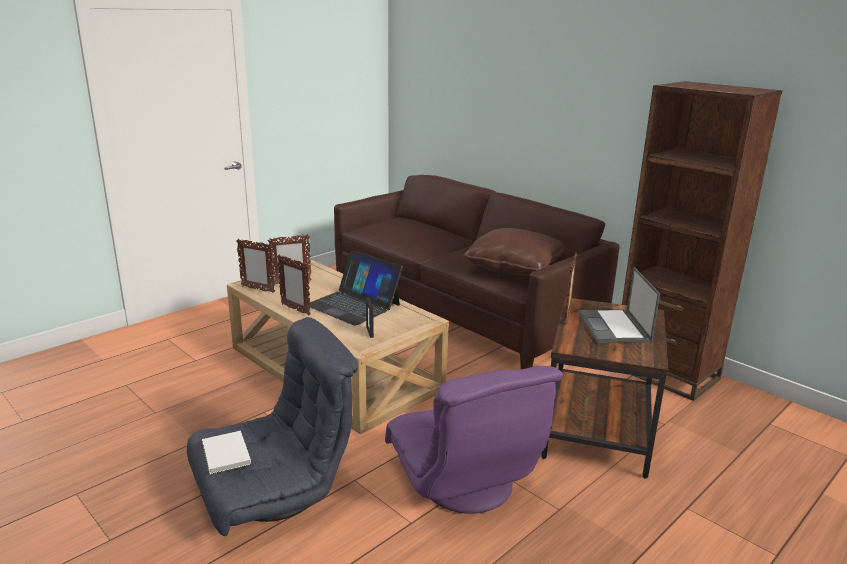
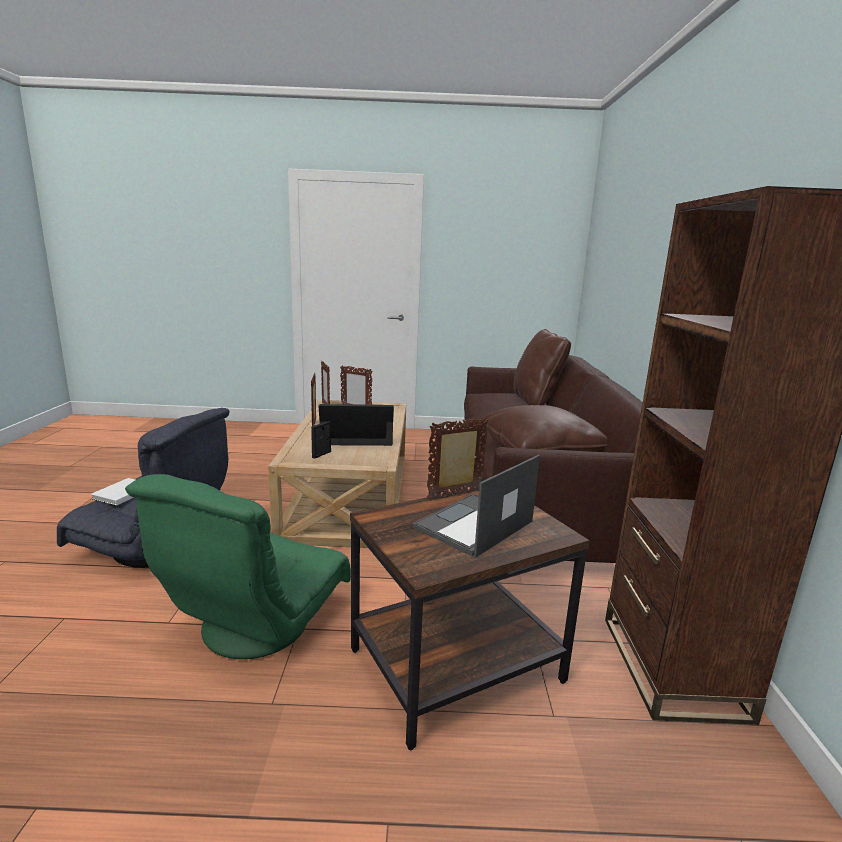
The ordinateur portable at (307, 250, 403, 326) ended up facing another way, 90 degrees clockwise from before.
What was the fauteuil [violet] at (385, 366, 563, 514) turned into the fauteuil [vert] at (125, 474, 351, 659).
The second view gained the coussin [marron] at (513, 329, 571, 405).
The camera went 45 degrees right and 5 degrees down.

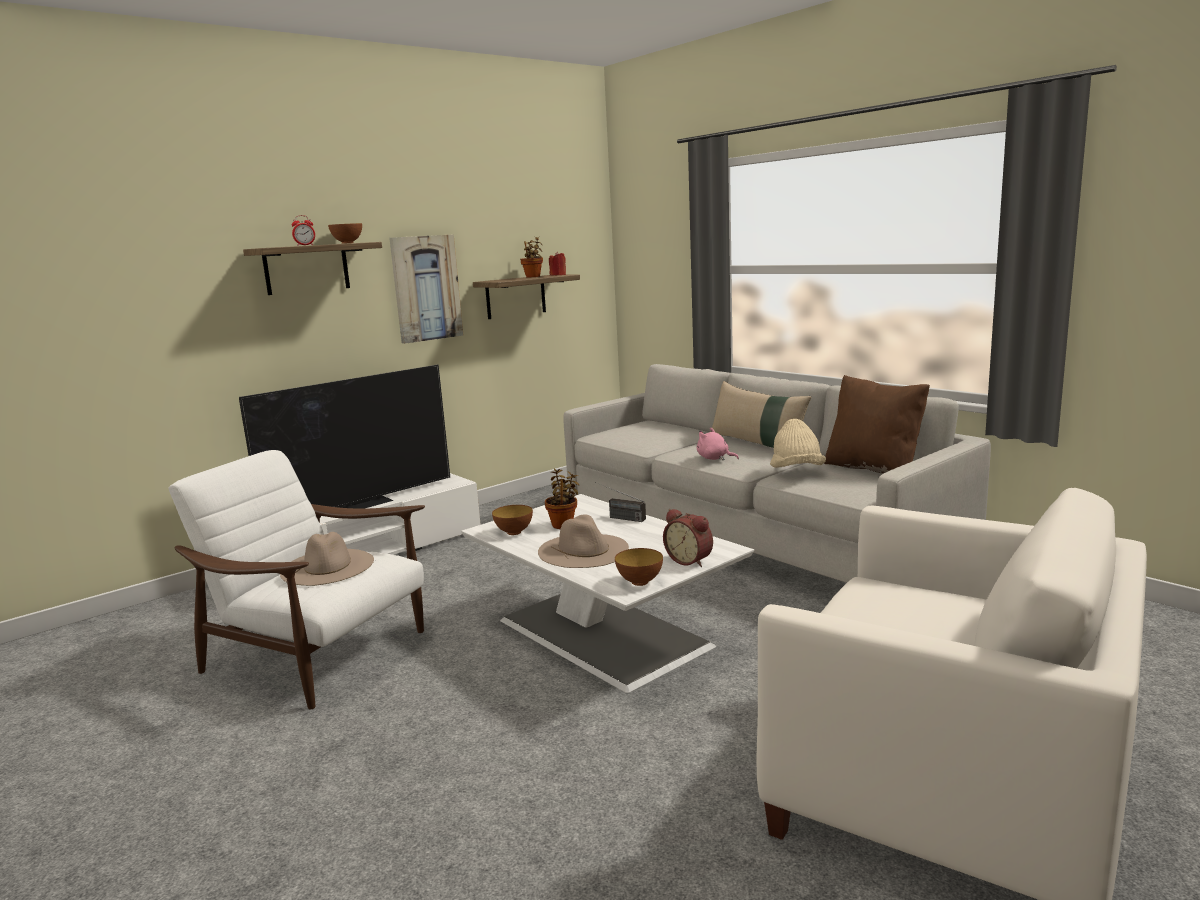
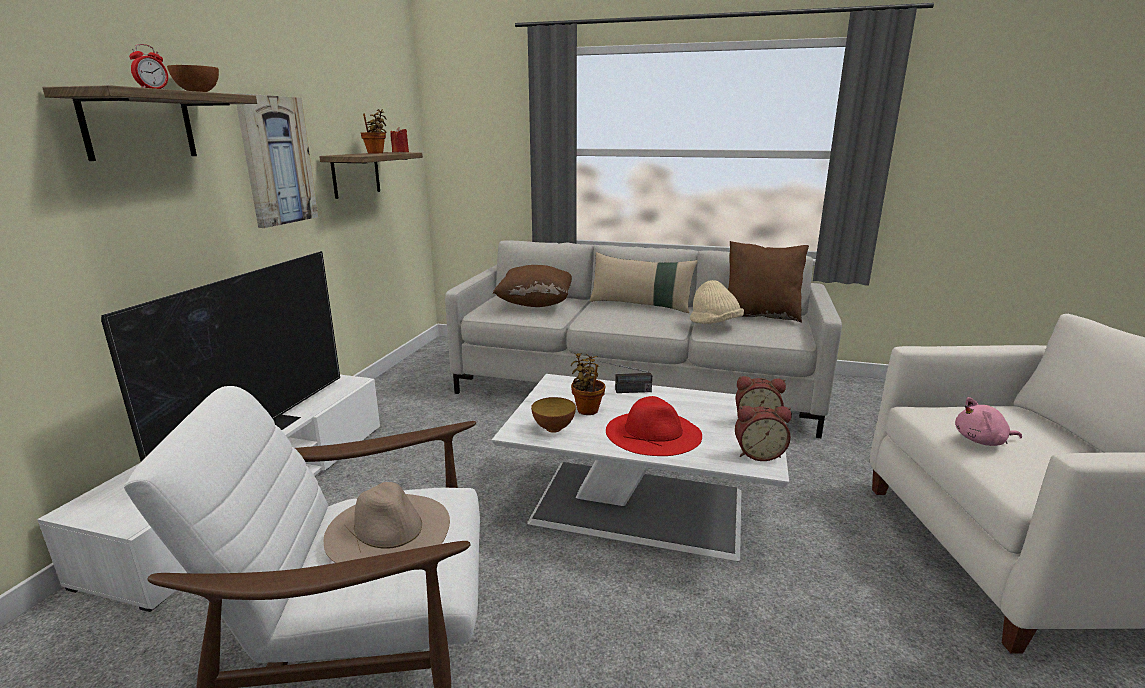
What was the chapeau [beige] at (538, 514, 629, 568) turned into the chapeau [rouge] at (606, 396, 702, 456).
Where the bol stood at (615, 548, 663, 586), the réveil came to stand at (735, 406, 792, 461).
The peluche [rose] ended up elsewhere, having gone from (697, 427, 739, 460) to (955, 397, 1022, 446).
The second view gained the coussin [marron] at (493, 265, 572, 307).
The camera went 35 degrees left and 5 degrees up.

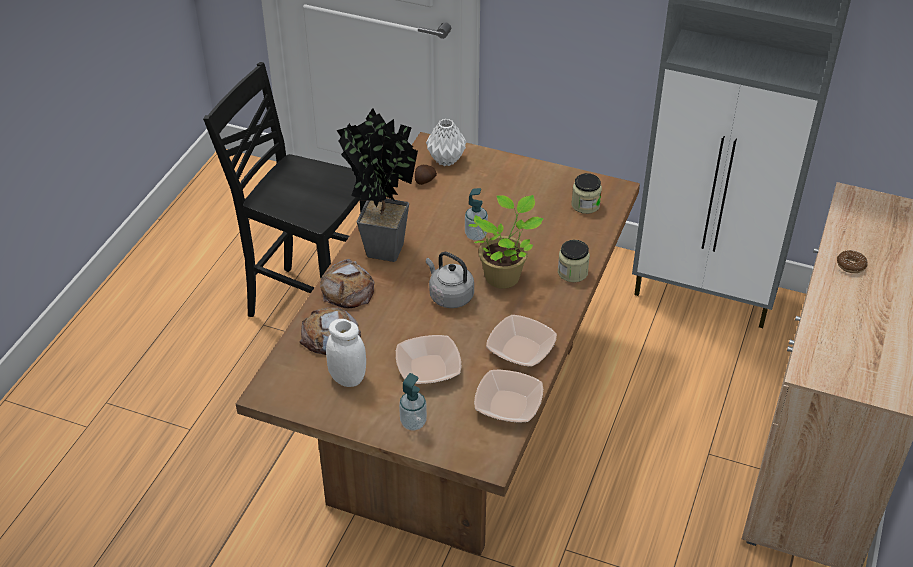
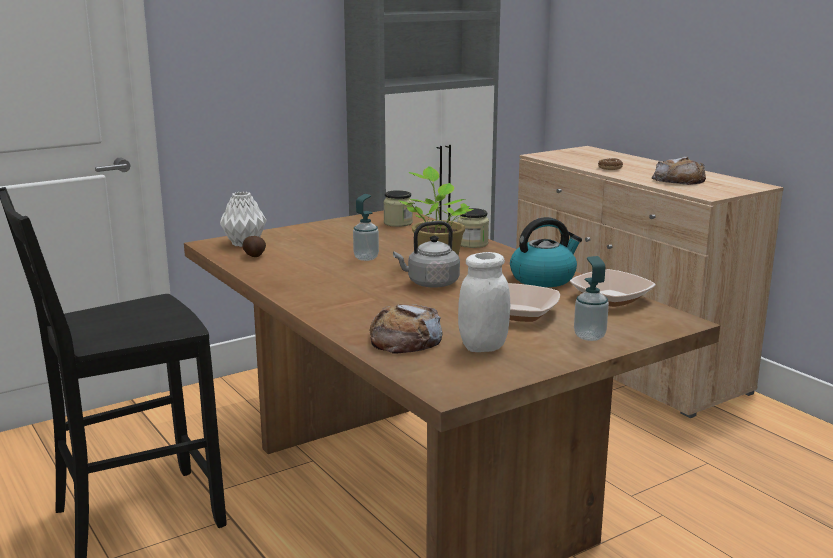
The pain ended up elsewhere, having gone from (320, 259, 374, 308) to (652, 156, 706, 185).
The second view lost the plante en pot at (337, 108, 418, 262).
Where the bol stood at (486, 315, 557, 367), the bouilloire came to stand at (510, 217, 582, 287).
The camera went 55 degrees left and 25 degrees down.

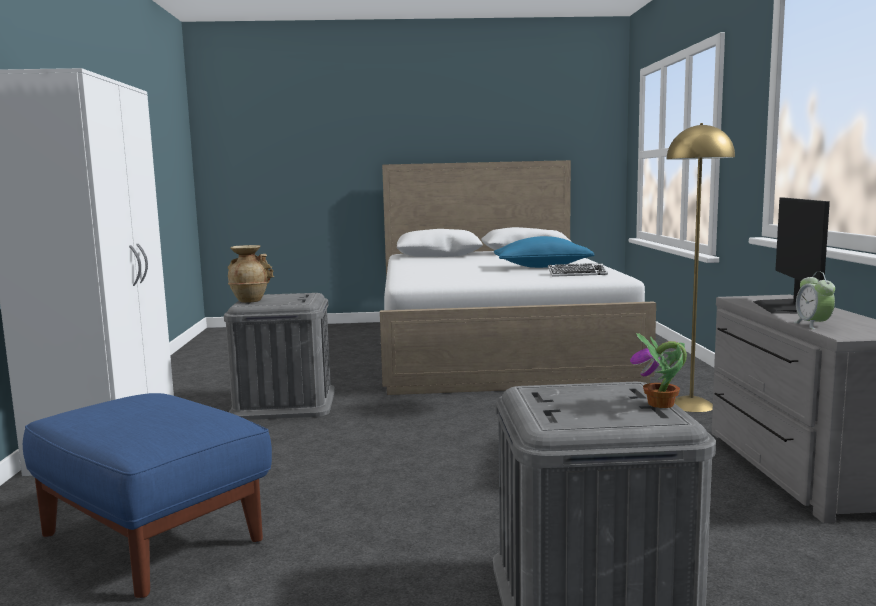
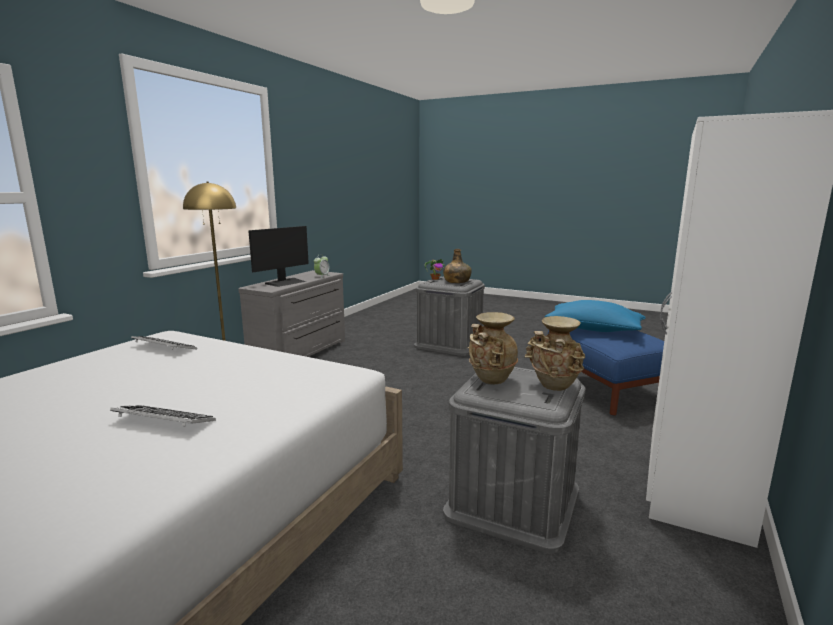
The coussin [bleu] ended up elsewhere, having gone from (494, 236, 594, 268) to (545, 300, 645, 332).
The second view gained the clavier at (110, 405, 216, 426).
The second view gained the bouteille [vert] at (443, 249, 472, 283).
The second view gained the vase [beige] at (467, 312, 518, 384).
The camera went 150 degrees left and 5 degrees up.

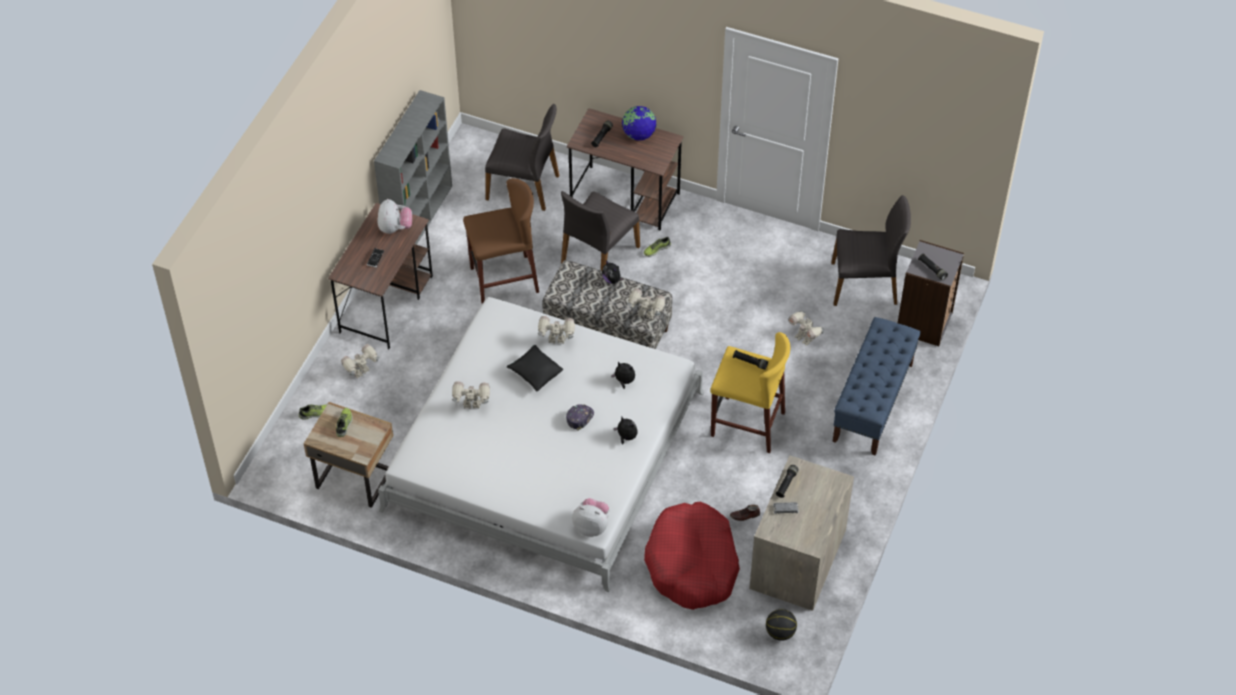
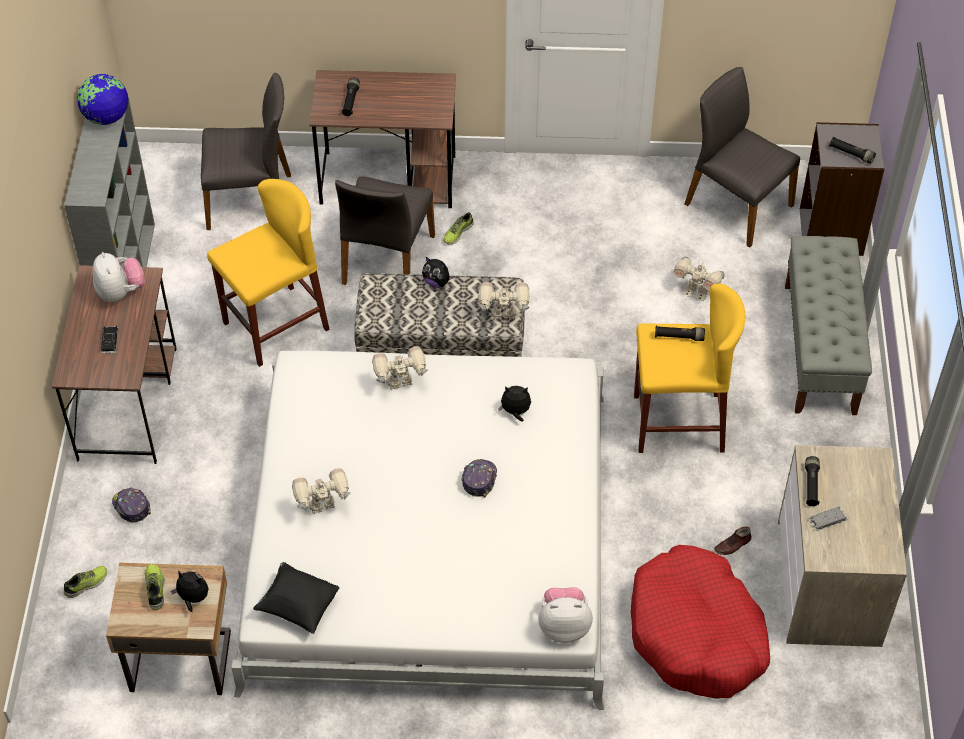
Where the robot jouet stood at (341, 344, 379, 378), the casquette came to stand at (112, 487, 151, 522).
What was the tabouret [marron] at (463, 178, 539, 304) turned into the tabouret [jaune] at (207, 179, 330, 367).
The coussin [noir] ended up elsewhere, having gone from (507, 345, 563, 392) to (253, 562, 339, 634).
The peluche ended up elsewhere, having gone from (614, 417, 637, 445) to (171, 571, 208, 612).
The globe ended up elsewhere, having gone from (622, 106, 656, 141) to (77, 74, 129, 125).
The second view lost the ballon de basket at (766, 609, 797, 641).
The chaise [gris] at (831, 195, 911, 306) ended up facing another way, 120 degrees counterclockwise from before.
What was the banc [bleu] at (833, 317, 921, 456) turned into the banc [gris] at (785, 236, 872, 415).
The camera went 20 degrees left and 0 degrees up.

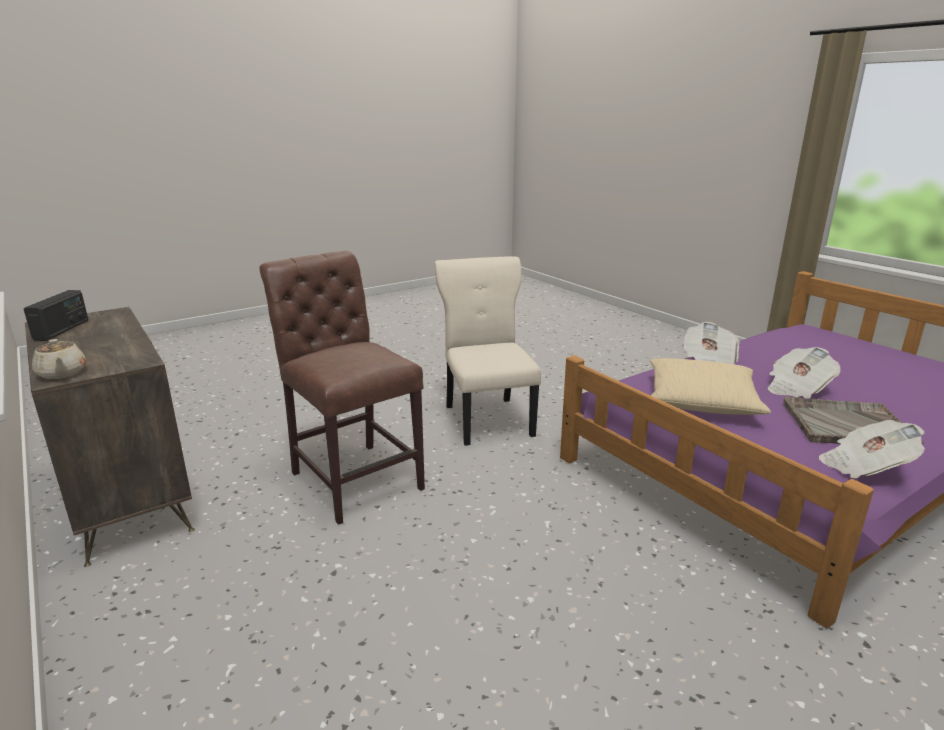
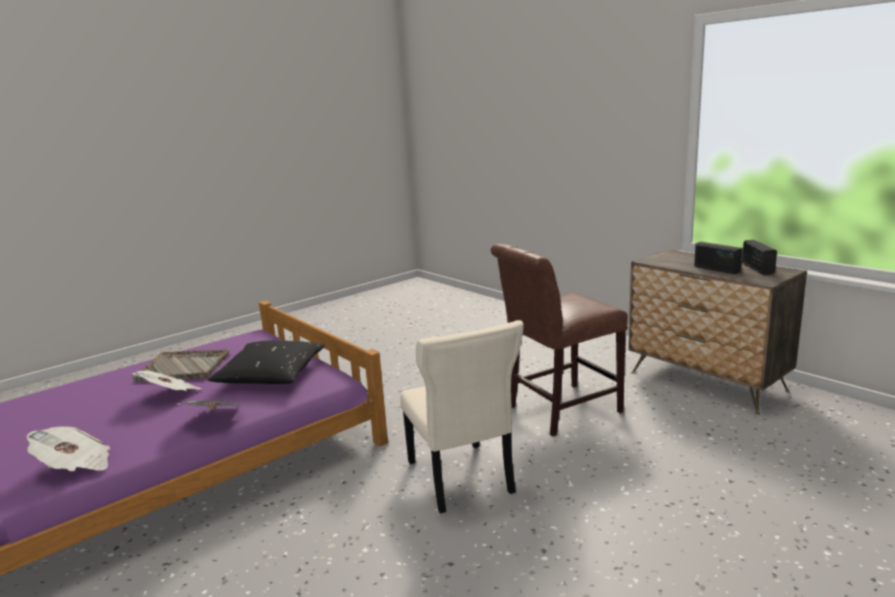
The second view lost the théière [beige] at (32, 339, 86, 379).
The chaise [marron] at (259, 251, 425, 525) ended up facing another way, 105 degrees clockwise from before.
What was the coussin [beige] at (650, 358, 771, 415) turned into the coussin [noir] at (208, 340, 325, 384).
The journal ended up elsewhere, having gone from (819, 420, 925, 479) to (27, 426, 110, 471).
The second view gained the radio at (694, 242, 743, 274).
The camera went 175 degrees right and 5 degrees down.

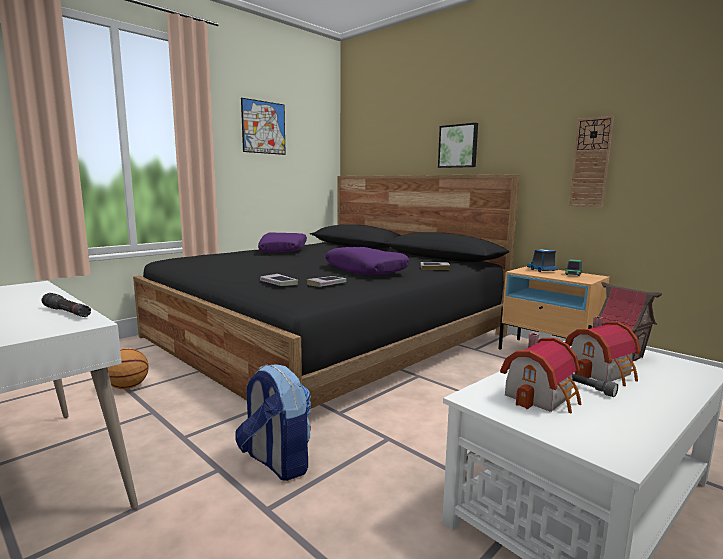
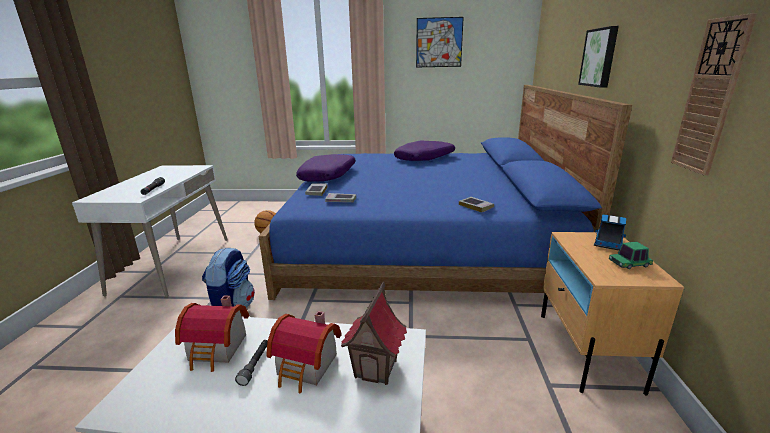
What was the lit [noir] at (133, 174, 520, 409) turned into the lit [bleu] at (259, 85, 632, 300).
The coussin [violet] ended up elsewhere, having gone from (325, 247, 409, 275) to (296, 154, 355, 181).
The camera went 50 degrees right and 10 degrees up.

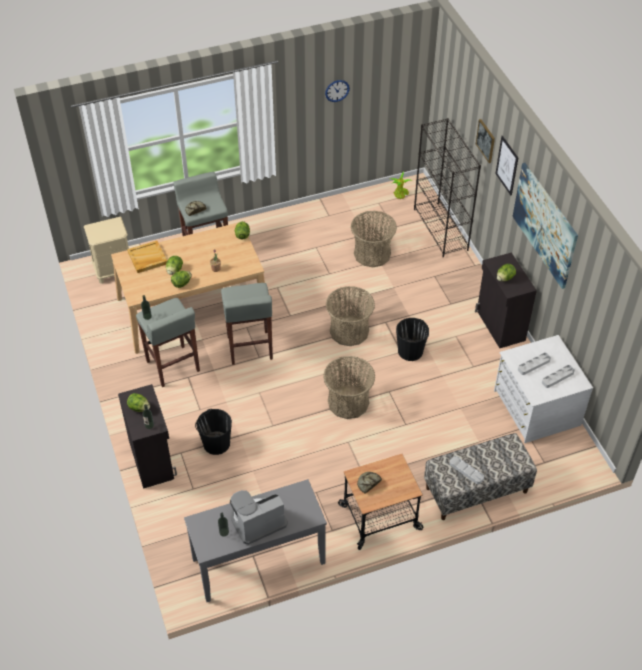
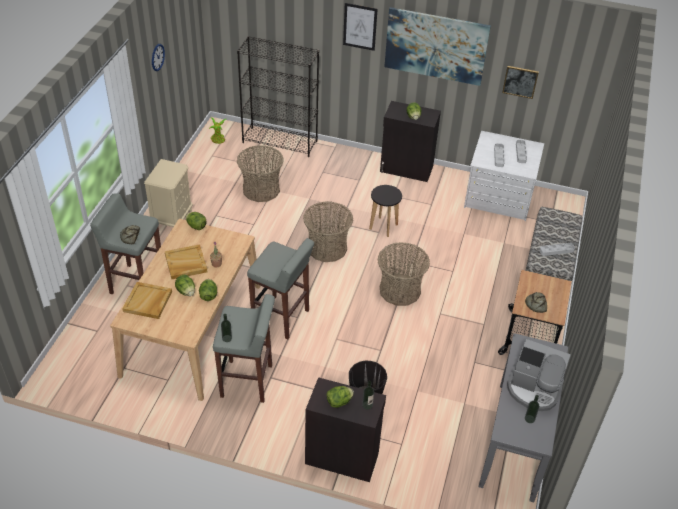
The table de chevet [beige] ended up elsewhere, having gone from (84, 217, 129, 284) to (144, 159, 193, 227).
The machine à café at (230, 490, 288, 545) ended up facing another way, 75 degrees counterclockwise from before.
Where the seau [noir] stood at (396, 318, 429, 361), the tabouret [noir] came to stand at (369, 185, 402, 237).
The tableau ended up elsewhere, having gone from (476, 119, 495, 163) to (502, 66, 539, 99).
The second view gained the plateau [beige] at (165, 244, 207, 279).
The camera went 55 degrees left and 5 degrees down.

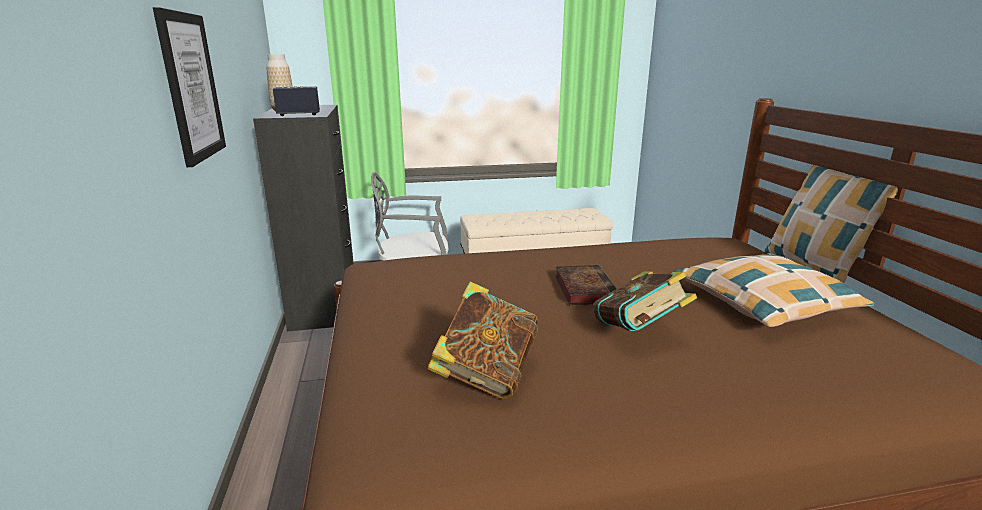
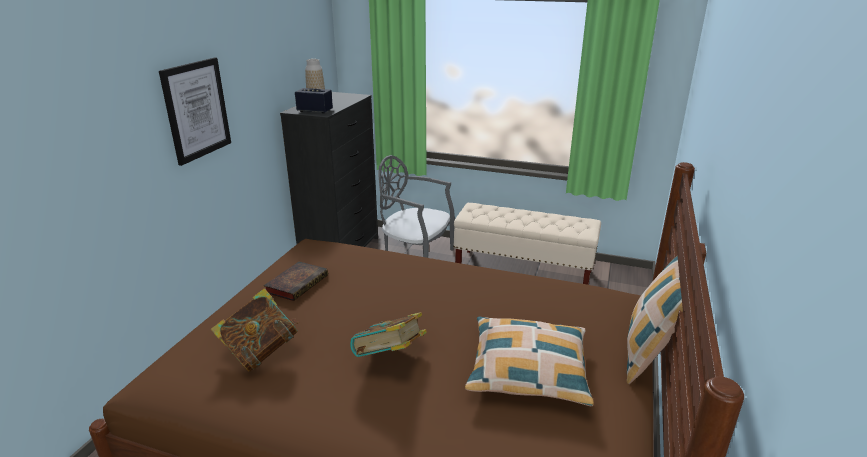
The livre ended up elsewhere, having gone from (555, 265, 617, 305) to (263, 262, 328, 301).
The camera went 30 degrees right and 5 degrees up.

